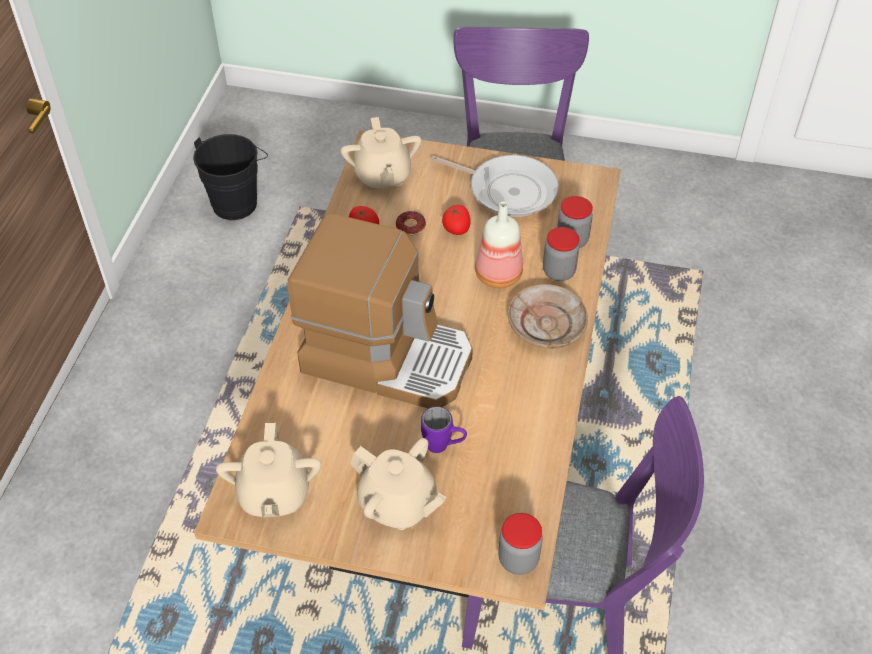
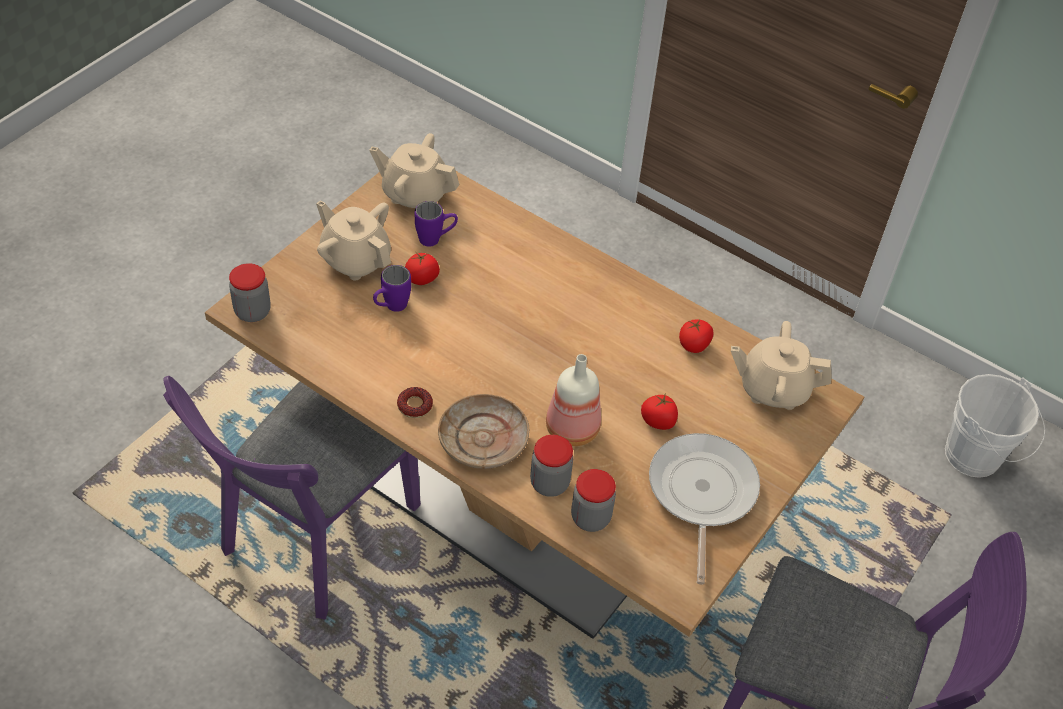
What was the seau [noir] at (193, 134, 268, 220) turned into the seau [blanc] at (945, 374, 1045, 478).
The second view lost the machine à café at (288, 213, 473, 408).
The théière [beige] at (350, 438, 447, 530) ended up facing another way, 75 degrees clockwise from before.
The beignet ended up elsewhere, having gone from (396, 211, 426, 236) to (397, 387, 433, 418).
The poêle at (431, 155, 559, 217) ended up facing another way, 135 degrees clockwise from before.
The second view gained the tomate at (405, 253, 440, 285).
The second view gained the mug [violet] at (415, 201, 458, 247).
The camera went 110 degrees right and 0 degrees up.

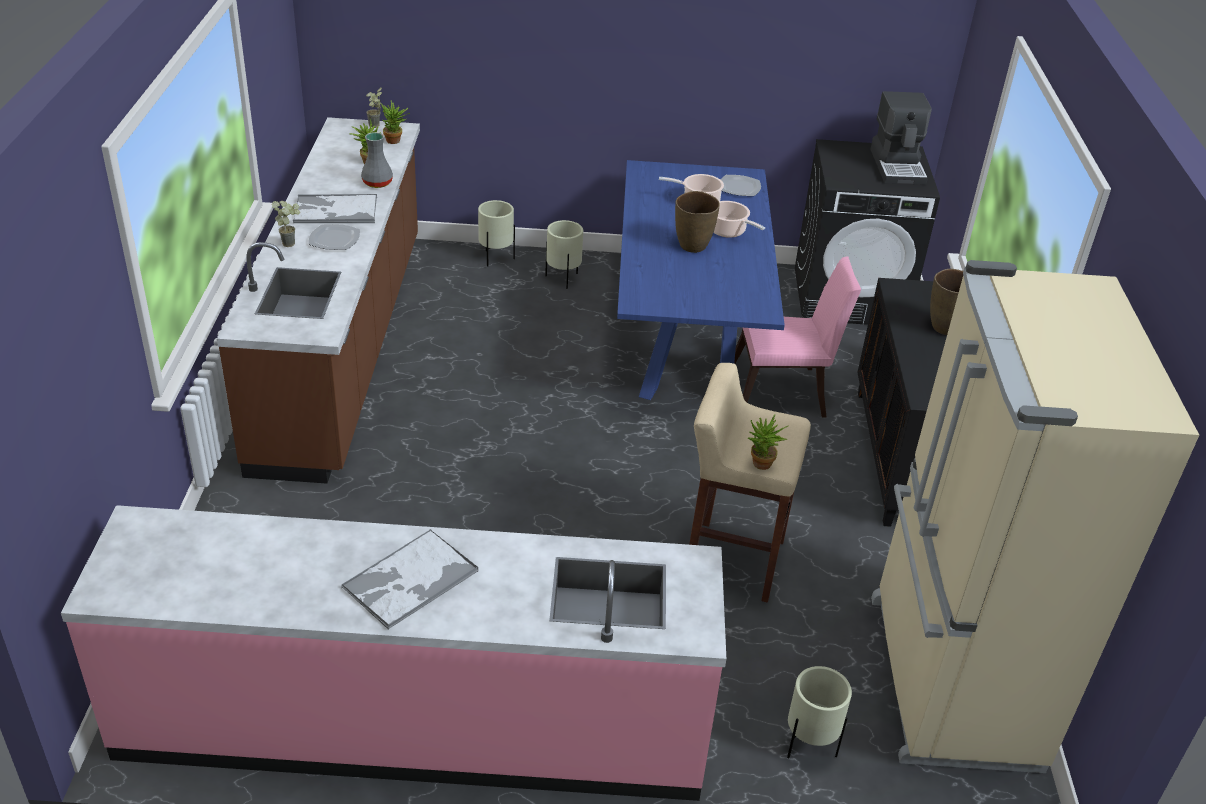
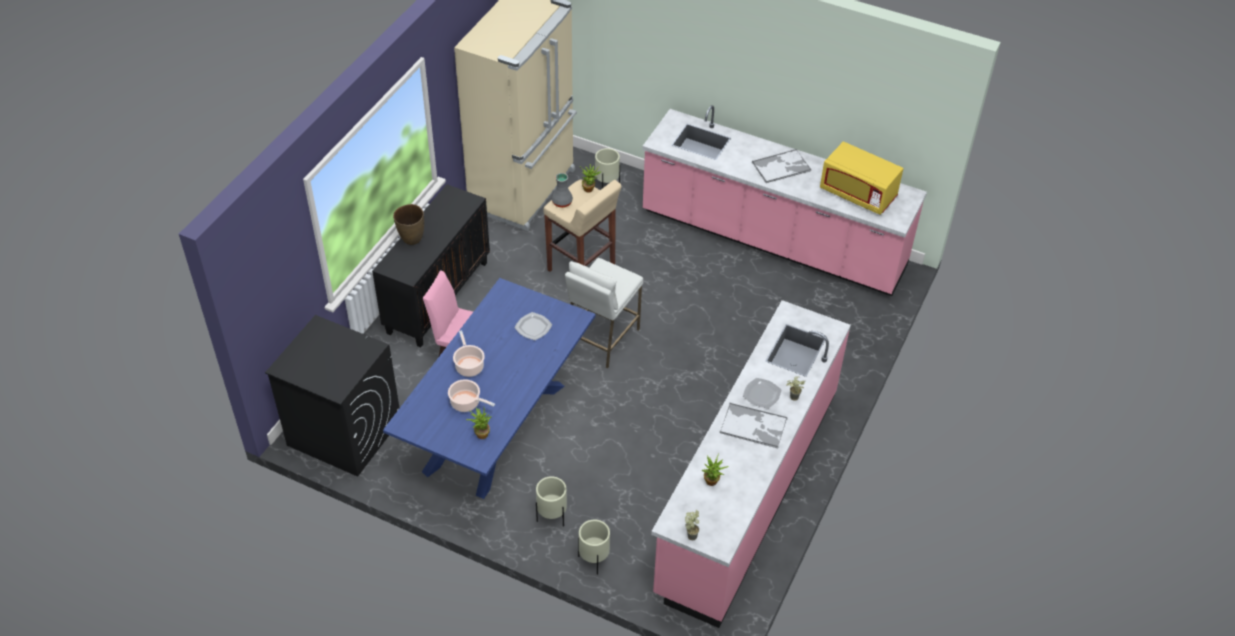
What was the comptoir de cuisine [marron] at (217, 117, 420, 483) turned into the comptoir de cuisine [rose] at (651, 300, 851, 628).
The vase [gris] ended up elsewhere, having gone from (361, 132, 393, 188) to (552, 173, 573, 208).
The plante en pot ended up elsewhere, having gone from (381, 101, 410, 144) to (466, 408, 492, 439).
The second view lost the vase [marron] at (675, 191, 720, 253).
The assiette ended up elsewhere, having gone from (720, 175, 761, 196) to (514, 312, 552, 340).
The second view lost the machine à café at (870, 91, 932, 185).
The second view gained the tabouret [blanc] at (565, 258, 643, 368).
The second view gained the micro-ondes [jaune] at (820, 141, 903, 215).
The camera went 155 degrees left and 10 degrees up.

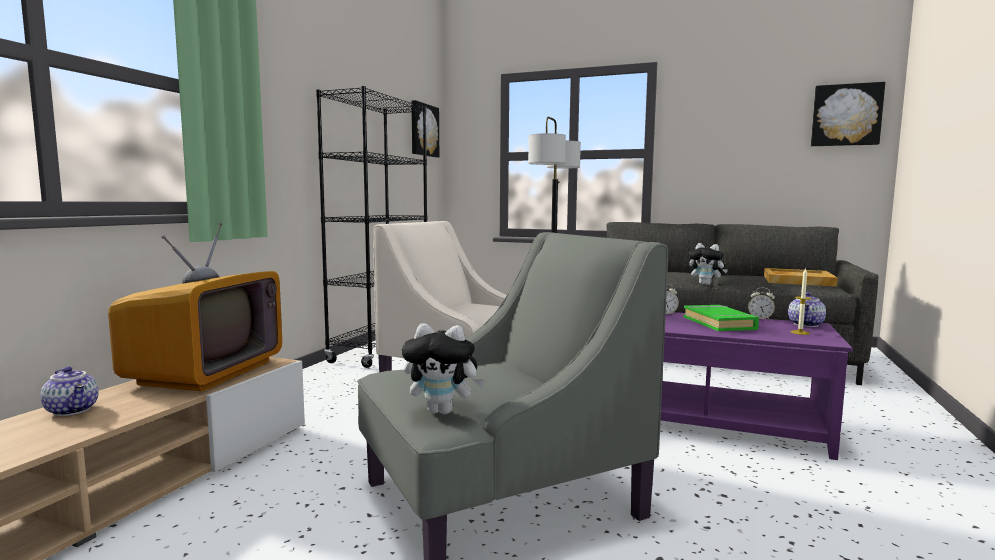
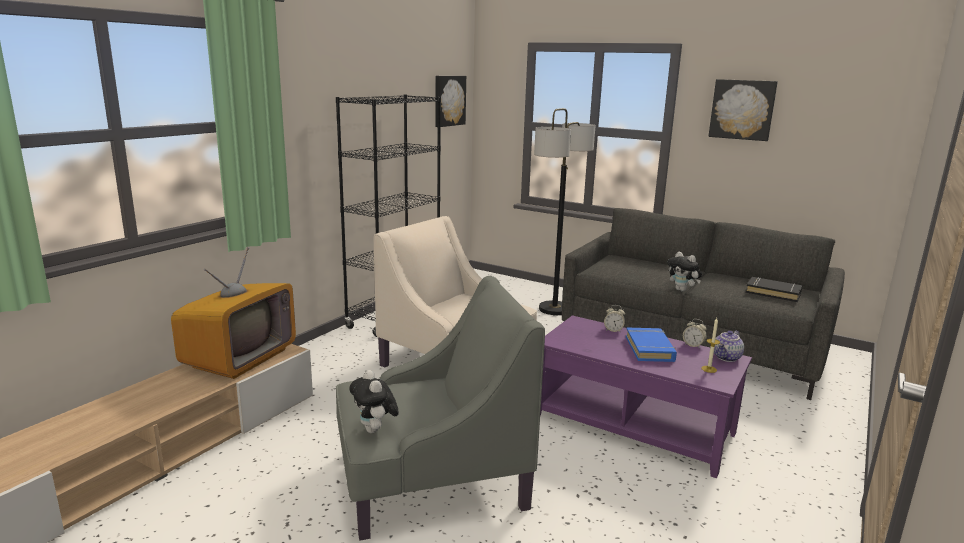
The second view lost the théière at (41, 366, 99, 416).
The peluche at (402, 323, 485, 414) ended up facing another way, 45 degrees clockwise from before.
What was the livre [vert] at (683, 305, 759, 331) turned into the livre [bleu] at (626, 328, 677, 362).
Where the plateau [beige] stood at (764, 268, 838, 286), the livre [noir] came to stand at (746, 277, 802, 302).
The tableau ended up elsewhere, having gone from (811, 82, 885, 146) to (708, 79, 778, 141).
The camera went 10 degrees right and 10 degrees up.

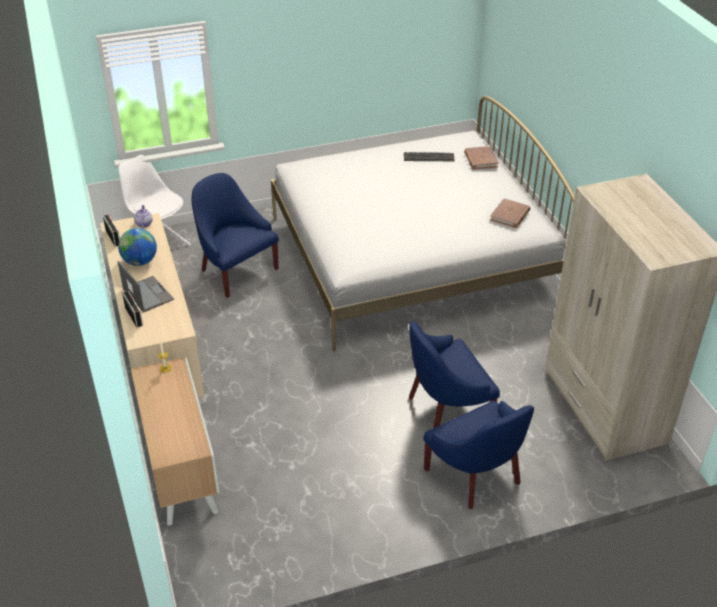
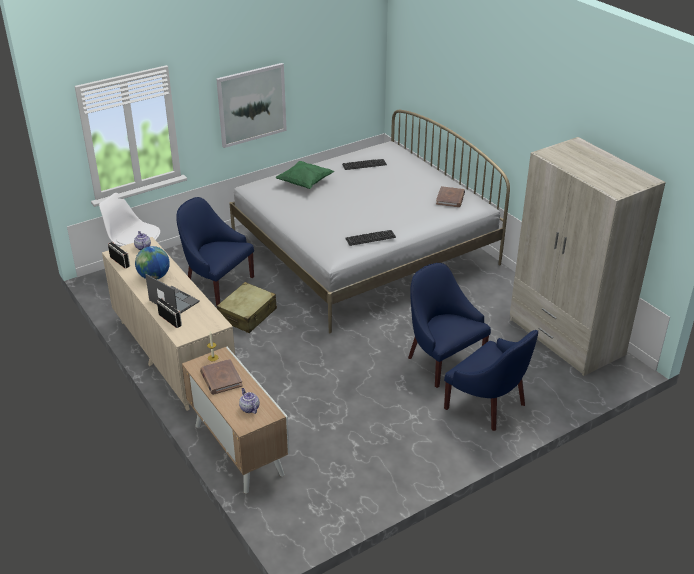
The fauteuil [bleu] at (409, 321, 500, 428) ended up facing another way, 90 degrees clockwise from before.
The livre [marron] ended up elsewhere, having gone from (464, 146, 499, 170) to (200, 359, 243, 395).
The second view gained the tableau at (216, 63, 287, 148).
The second view gained the valise [beige] at (217, 282, 277, 333).
The second view gained the théière at (239, 388, 260, 414).
The second view gained the coussin [vert] at (275, 161, 334, 189).
The second view gained the clavier at (345, 230, 396, 246).
The camera went 15 degrees left and 5 degrees down.

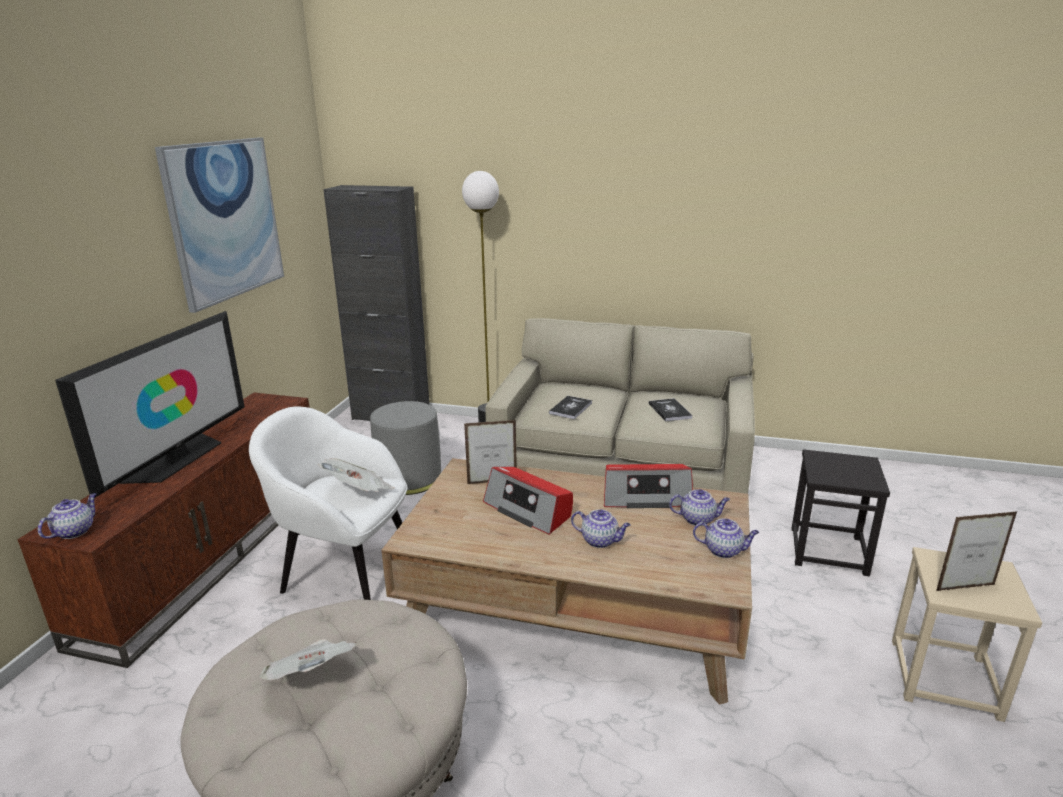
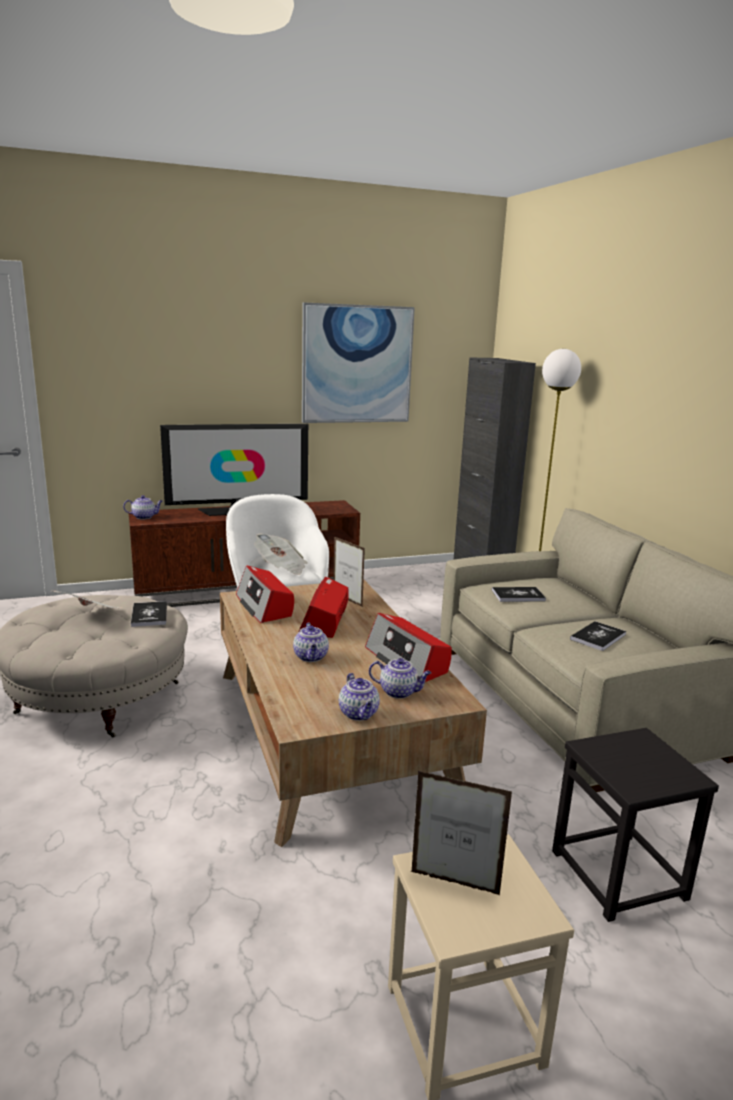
The second view lost the pouf [gris] at (370, 401, 441, 495).
The théière at (669, 489, 730, 526) ended up facing another way, 45 degrees counterclockwise from before.
The cadre photo at (936, 511, 1017, 591) ended up facing another way, 150 degrees clockwise from before.
The second view gained the livre at (131, 601, 167, 627).
The second view gained the radio at (236, 565, 294, 623).
The camera went 55 degrees right and 5 degrees down.

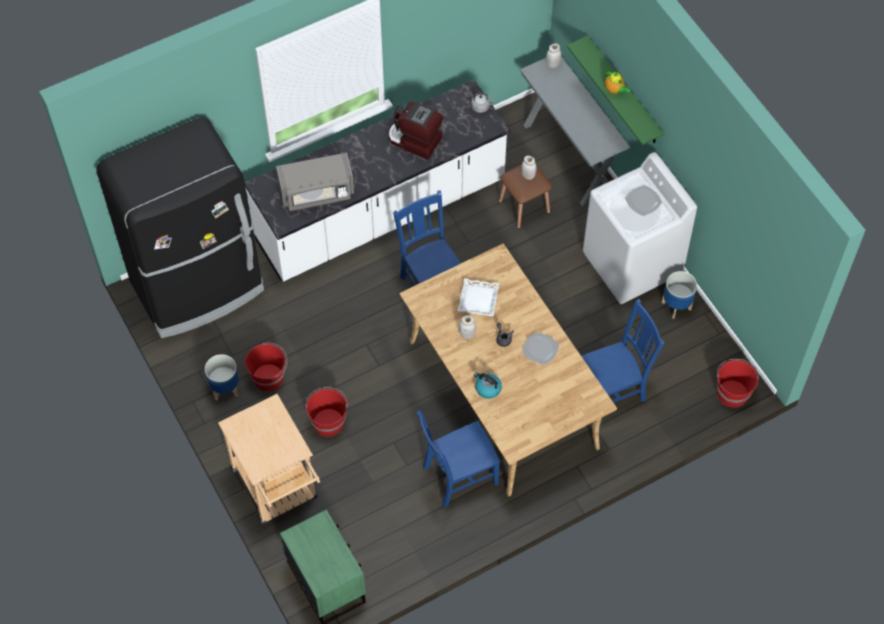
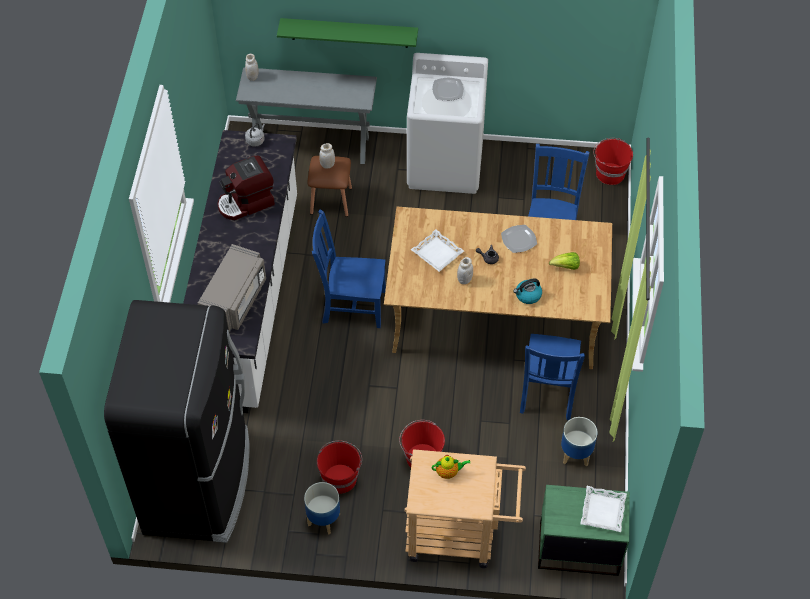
The théière ended up elsewhere, having gone from (605, 71, 630, 94) to (432, 455, 470, 479).
The cache-pot ended up elsewhere, having gone from (662, 271, 697, 319) to (561, 417, 598, 467).
The second view gained the laitue at (549, 252, 580, 270).
The second view gained the plateau [blanc] at (580, 486, 627, 532).
The camera went 55 degrees left and 5 degrees down.

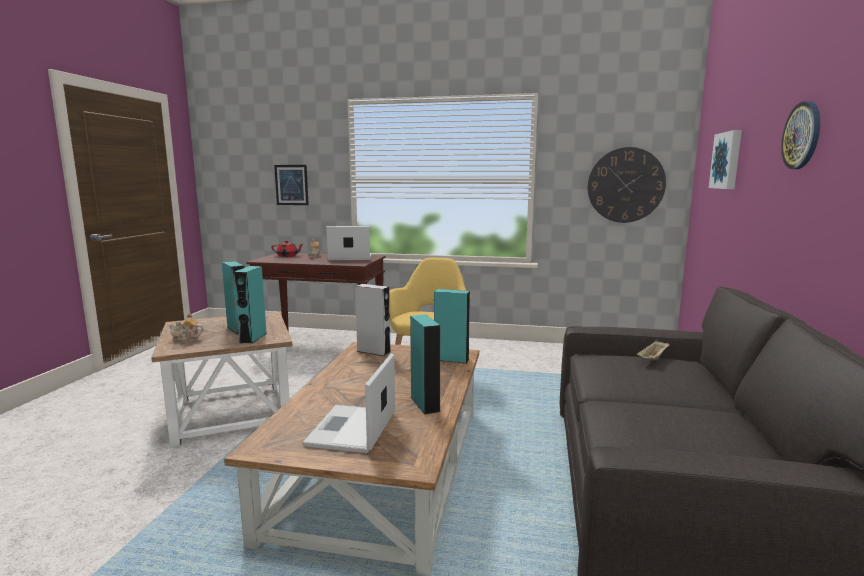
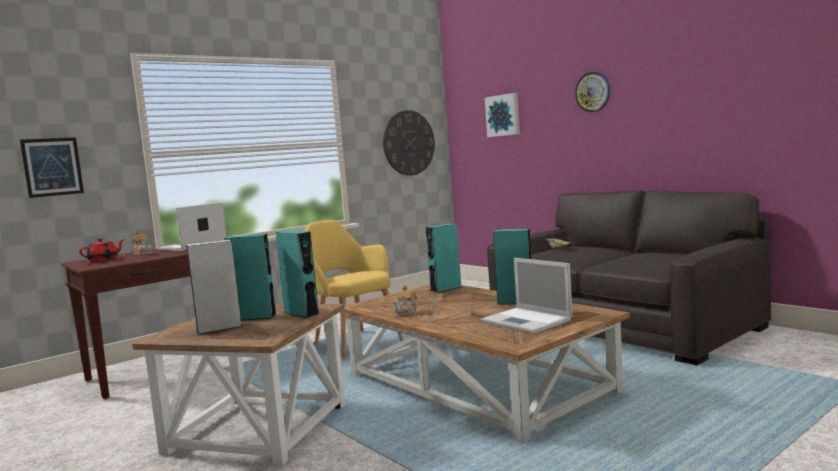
The théière ended up elsewhere, having gone from (169, 313, 203, 342) to (393, 285, 417, 317).
The enceinte [gris] ended up elsewhere, having gone from (355, 284, 391, 356) to (186, 239, 242, 335).
The camera went 50 degrees left and 5 degrees down.

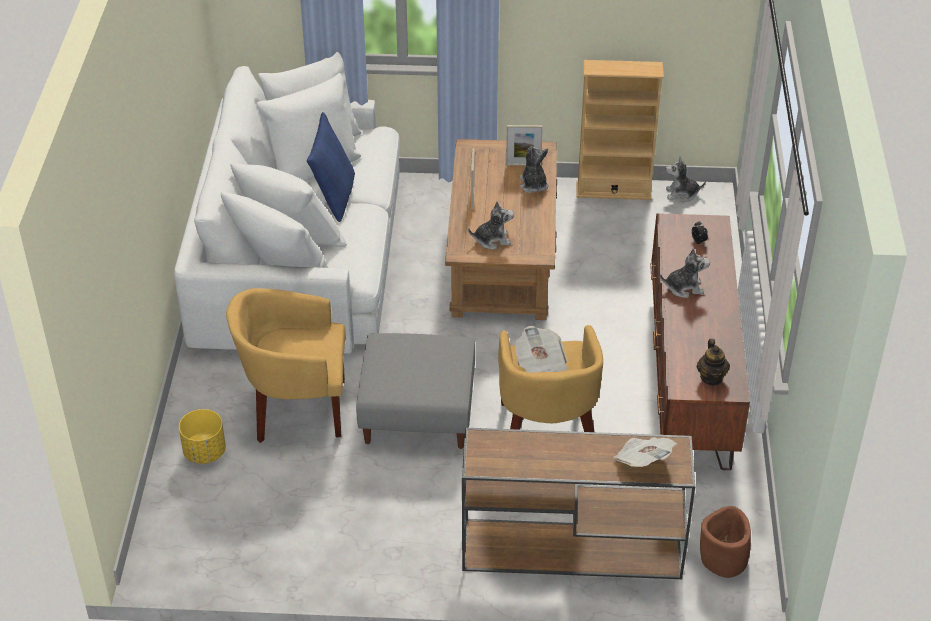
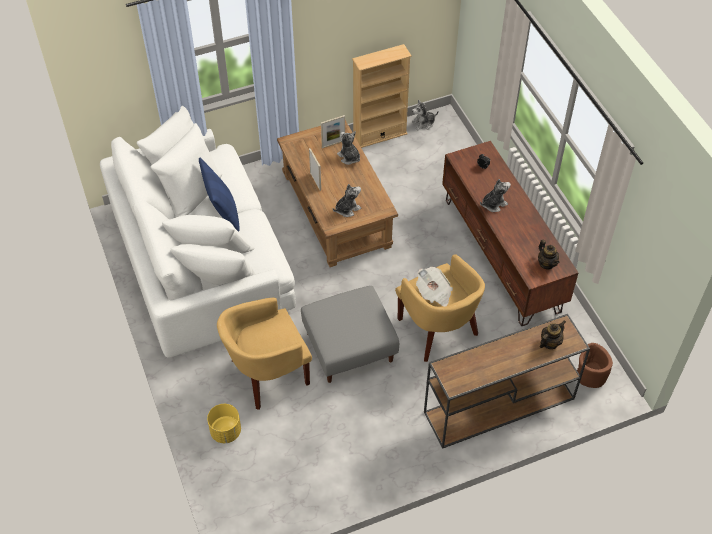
Where the journal stood at (613, 437, 677, 467), the théière came to stand at (539, 321, 566, 349).
The camera went 25 degrees left and 10 degrees up.

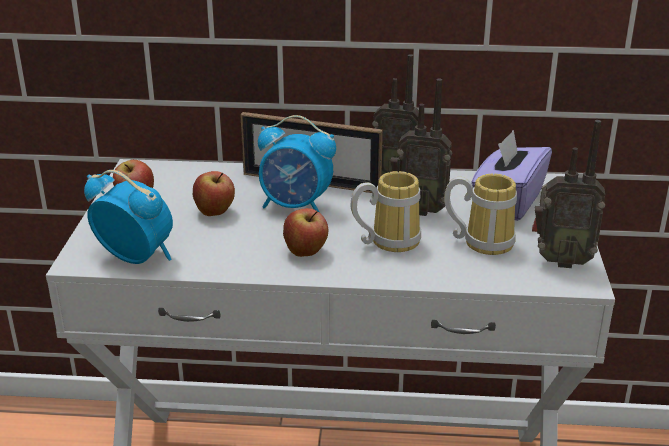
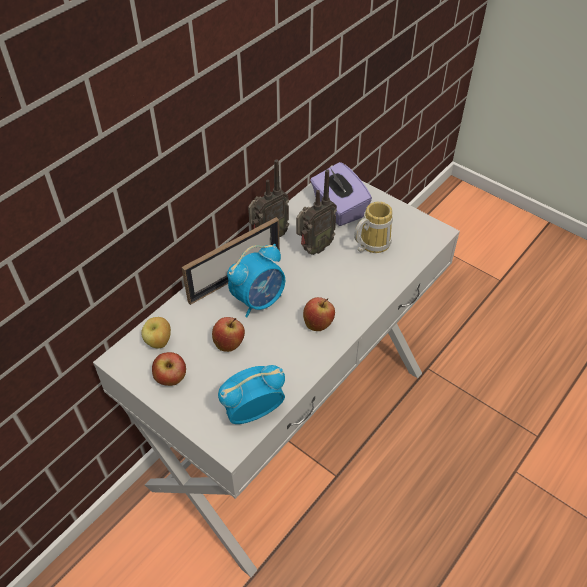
The second view lost the mug at (351, 171, 421, 252).
The second view lost the radio at (532, 120, 605, 268).
The second view gained the pomme at (141, 317, 171, 348).
The camera went 55 degrees left and 20 degrees up.

